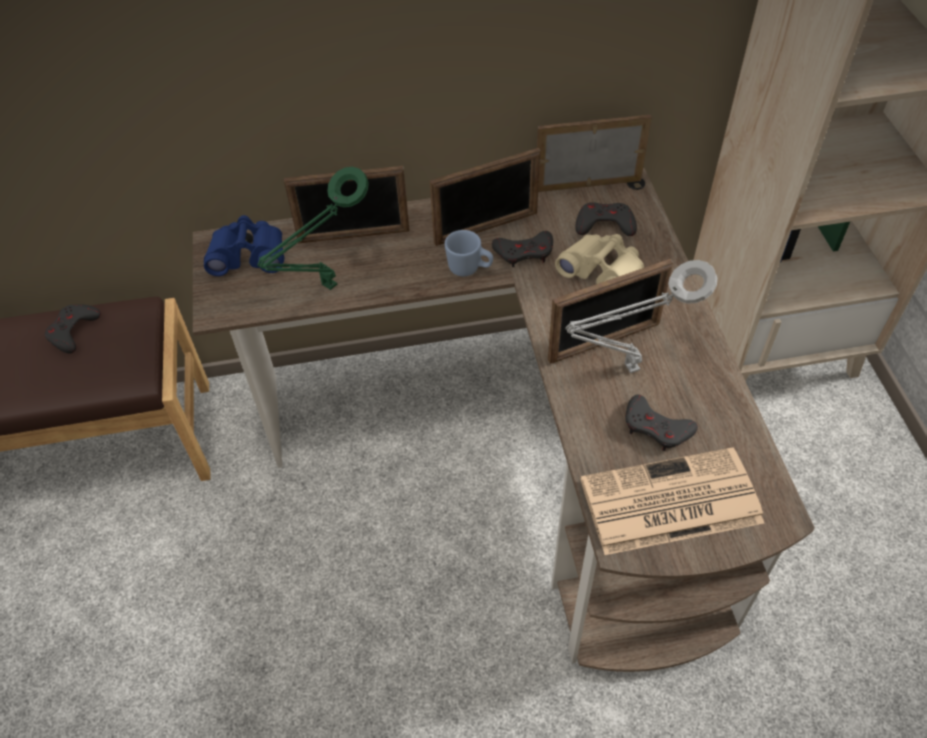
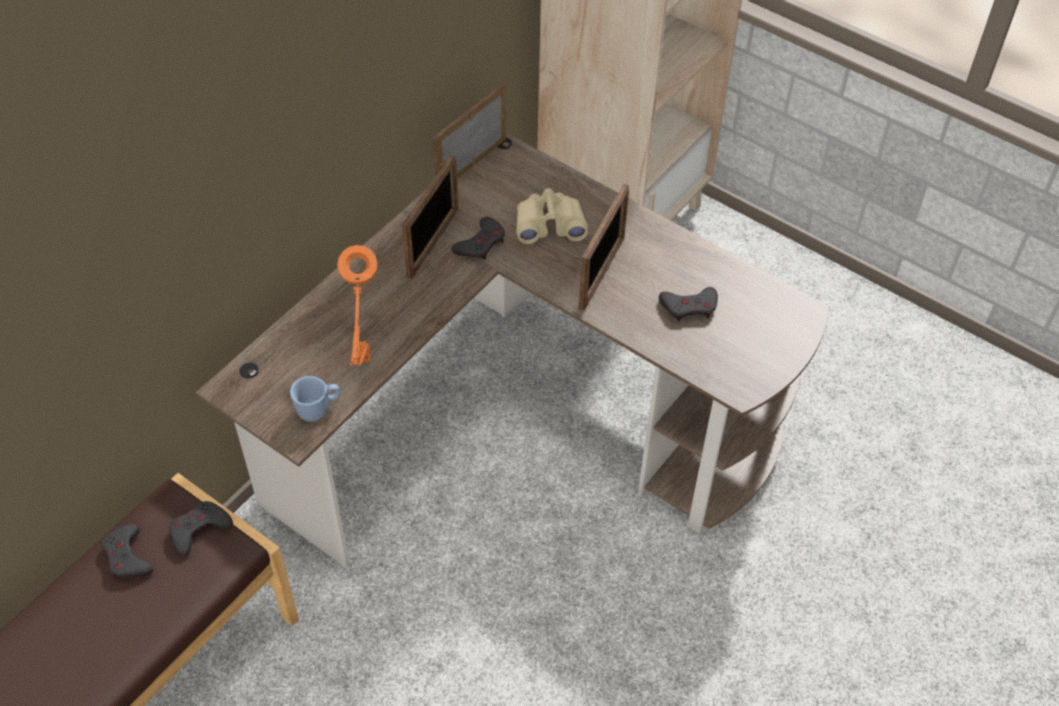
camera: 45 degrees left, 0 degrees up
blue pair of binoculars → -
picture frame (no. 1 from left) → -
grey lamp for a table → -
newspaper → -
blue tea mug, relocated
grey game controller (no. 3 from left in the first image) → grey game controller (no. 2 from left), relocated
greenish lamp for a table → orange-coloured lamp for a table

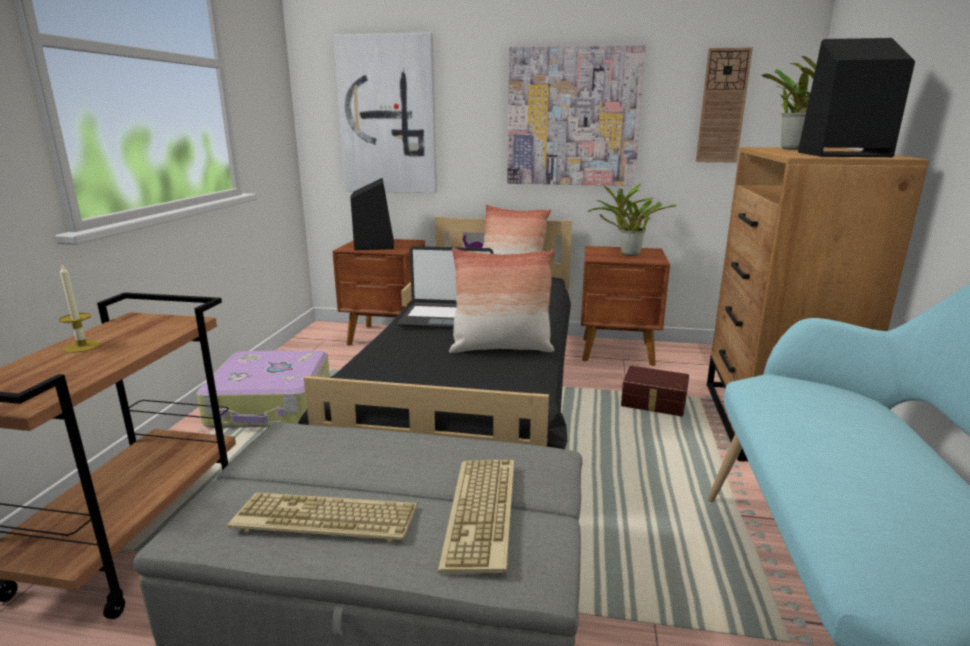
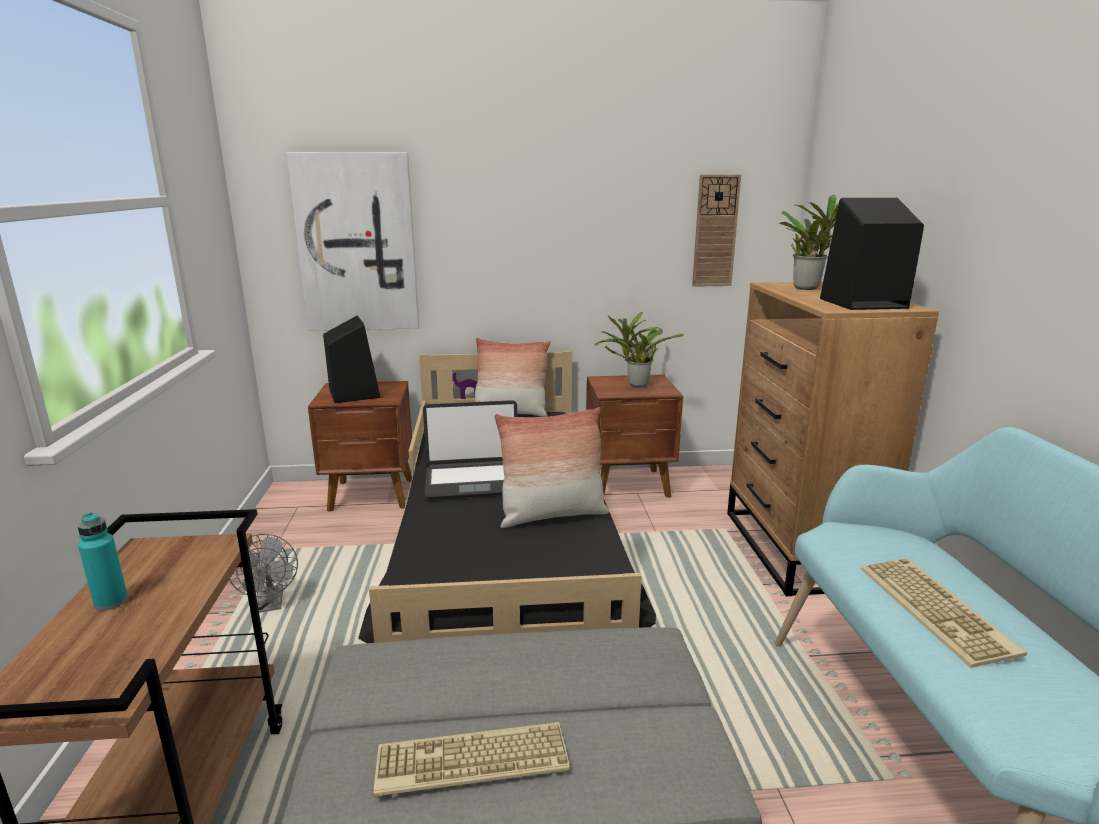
camera: 15 degrees left, 0 degrees up
wall art (no. 2 from left) → -
brownish storage container → -
PC keyboard (no. 2 from left), relocated
wax candle → blue-green beverage bottle
piece of luggage → grey fan

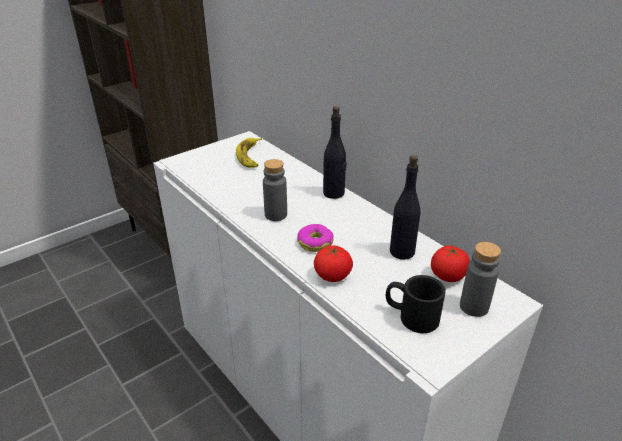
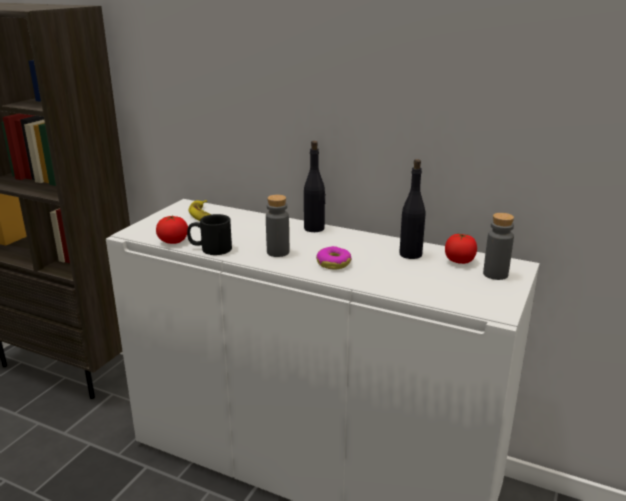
camera: 25 degrees left, 10 degrees down
tomato (no. 1 from left), relocated
black-coloured tea mug, relocated

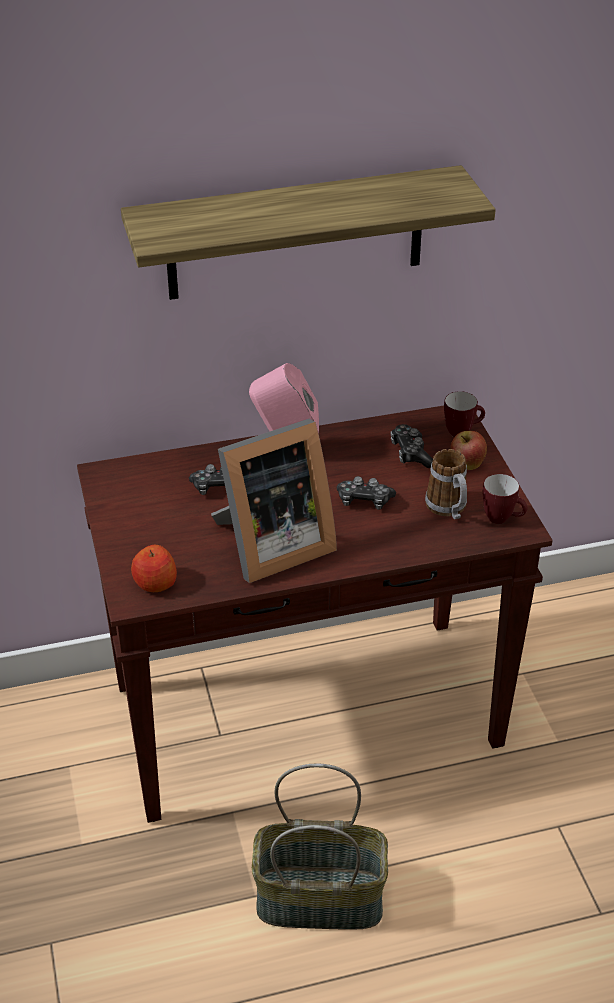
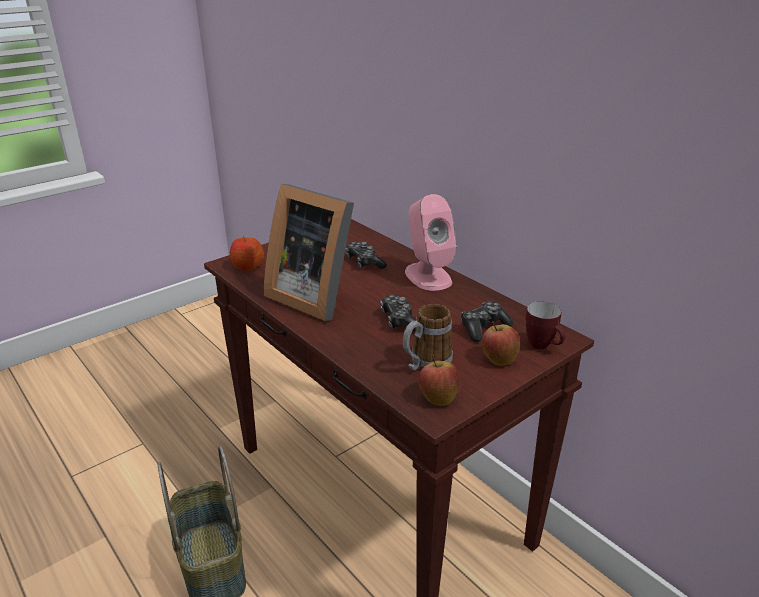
camera: 65 degrees right, 10 degrees down
wall shelf → -
tea mug (no. 3 from left) → apple fruit (no. 2 from left)

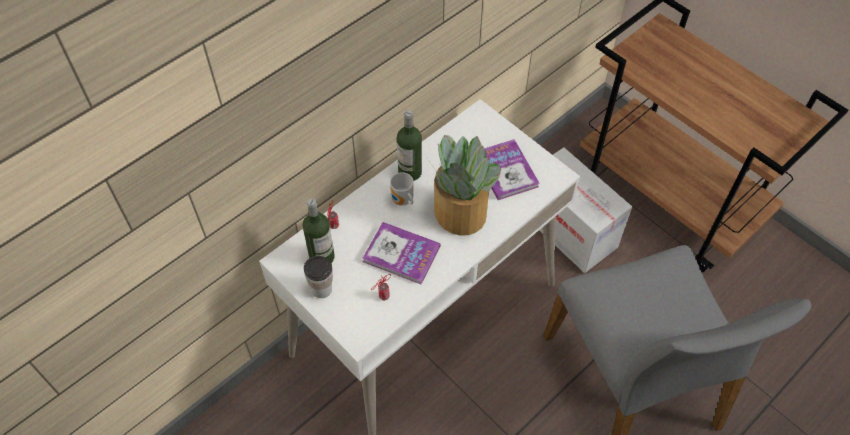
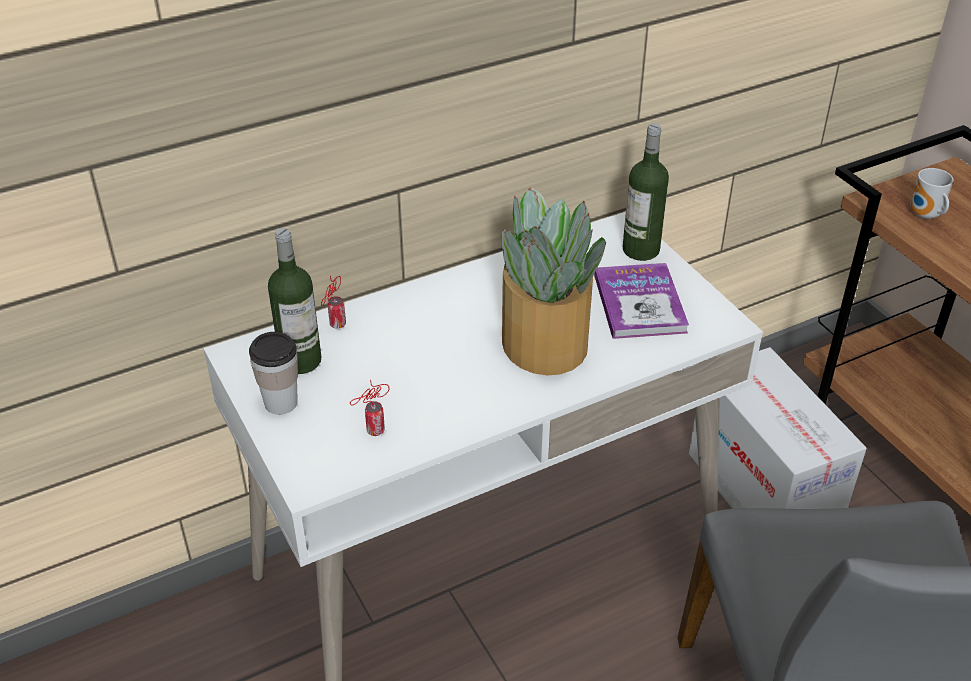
camera: 15 degrees right, 15 degrees down
book (no. 1 from left) → -
tea mug, relocated
beverage bottle (no. 2 from left), relocated

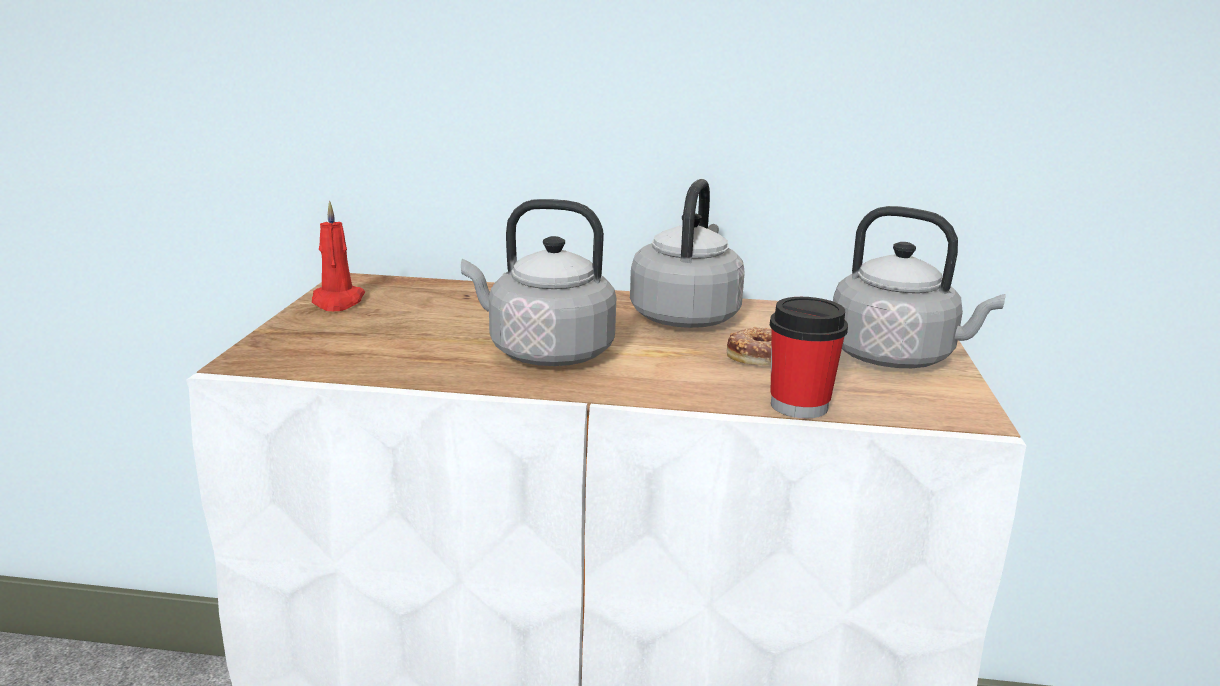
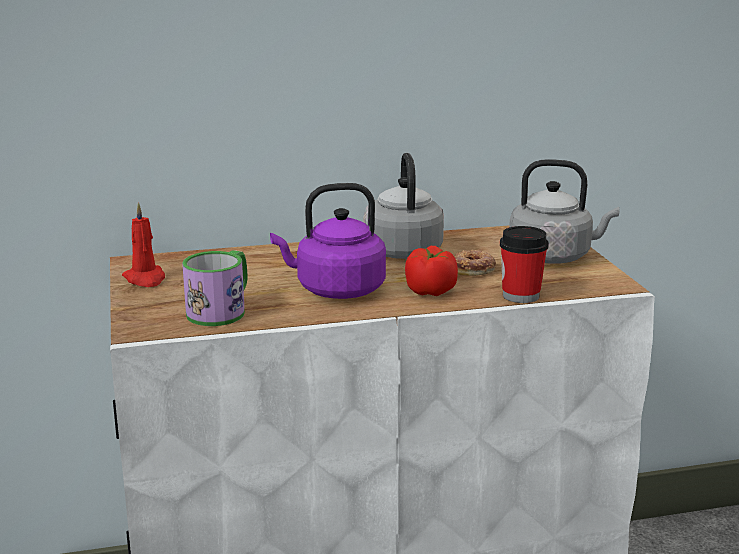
camera: 20 degrees left, 0 degrees up
- → tea mug
- → tomato
grey water kettle (no. 1 from left) → purple-coloured water kettle

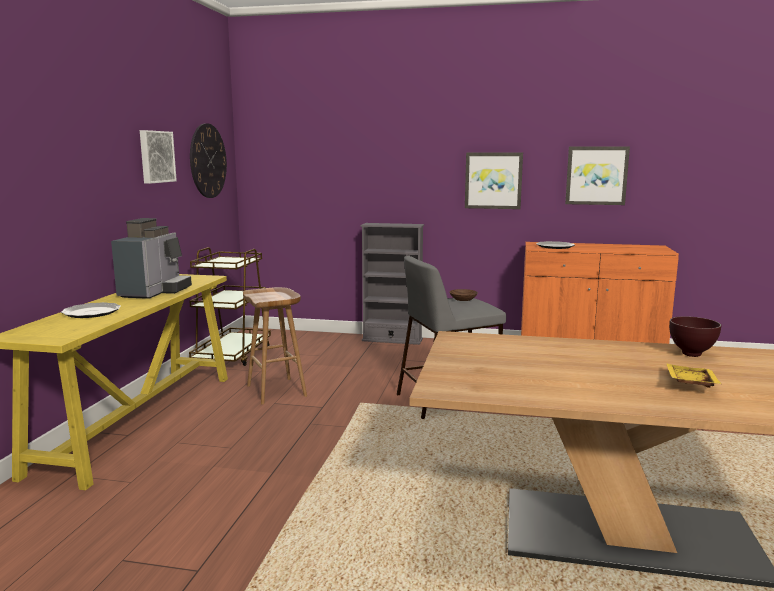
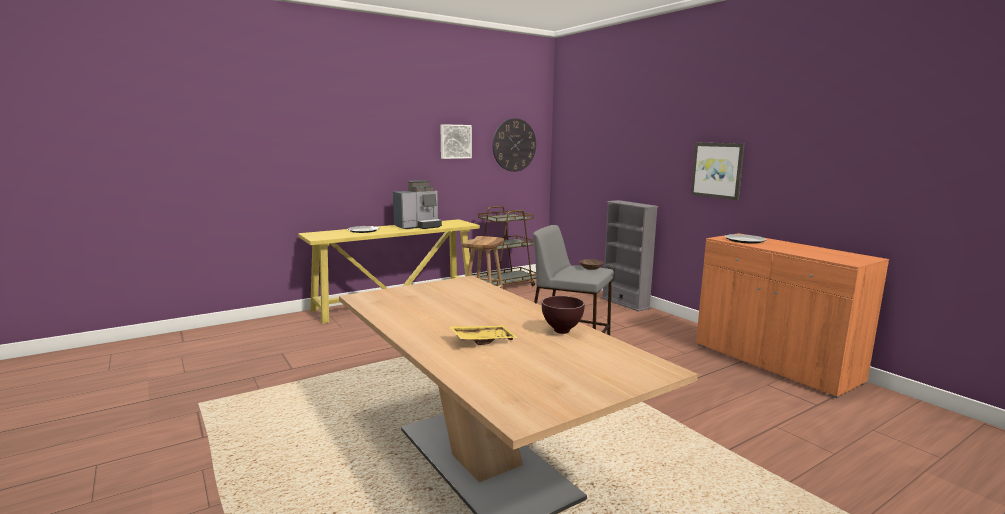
camera: 45 degrees right, 0 degrees up
wall art (no. 3 from left) → -

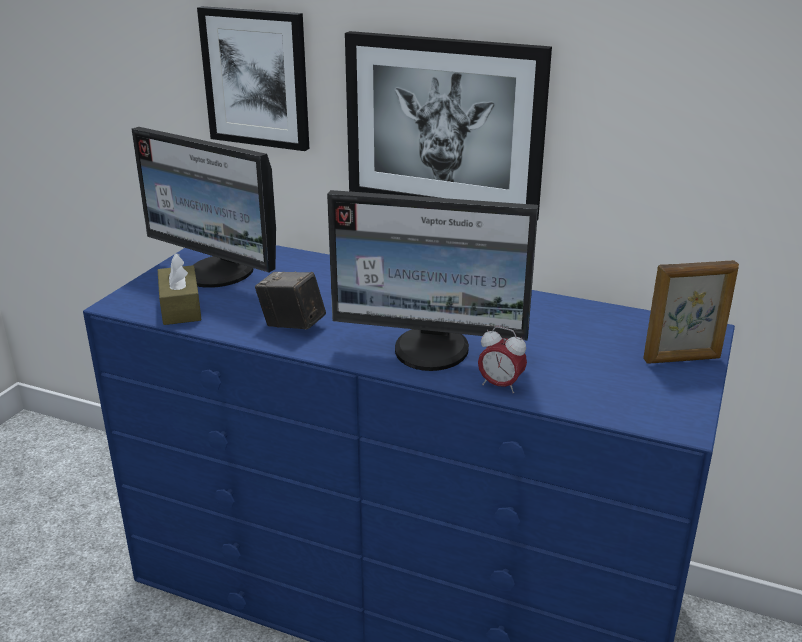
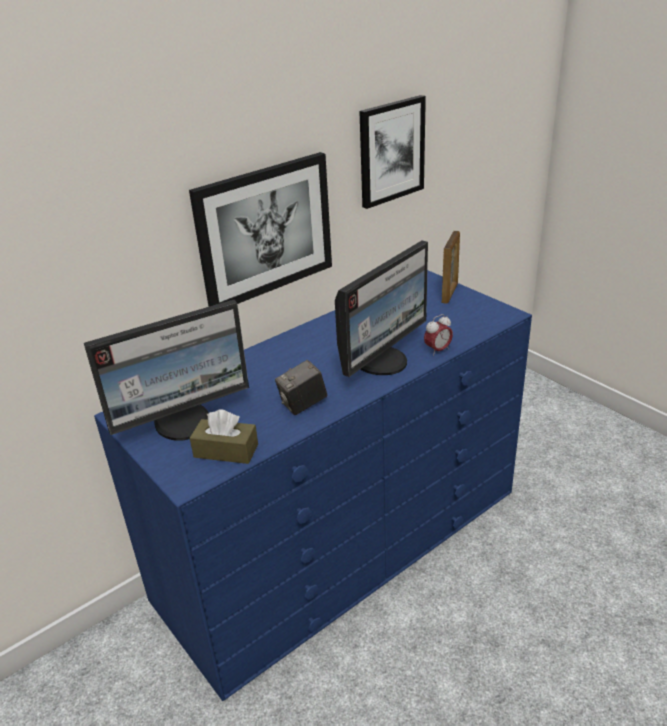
camera: 60 degrees left, 5 degrees up
wall art (no. 1 from left in the first image) → wall art (no. 2 from left), relocated

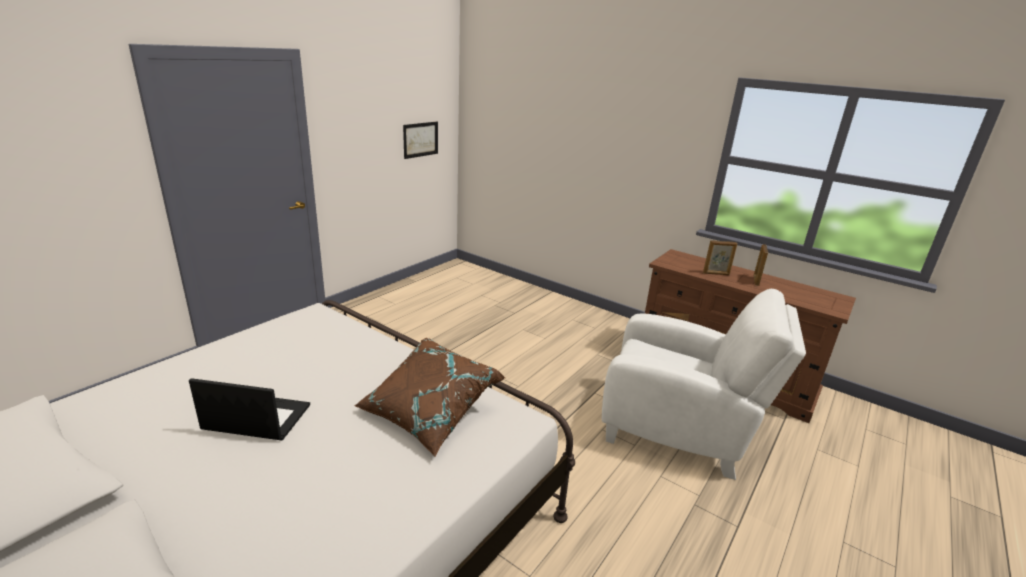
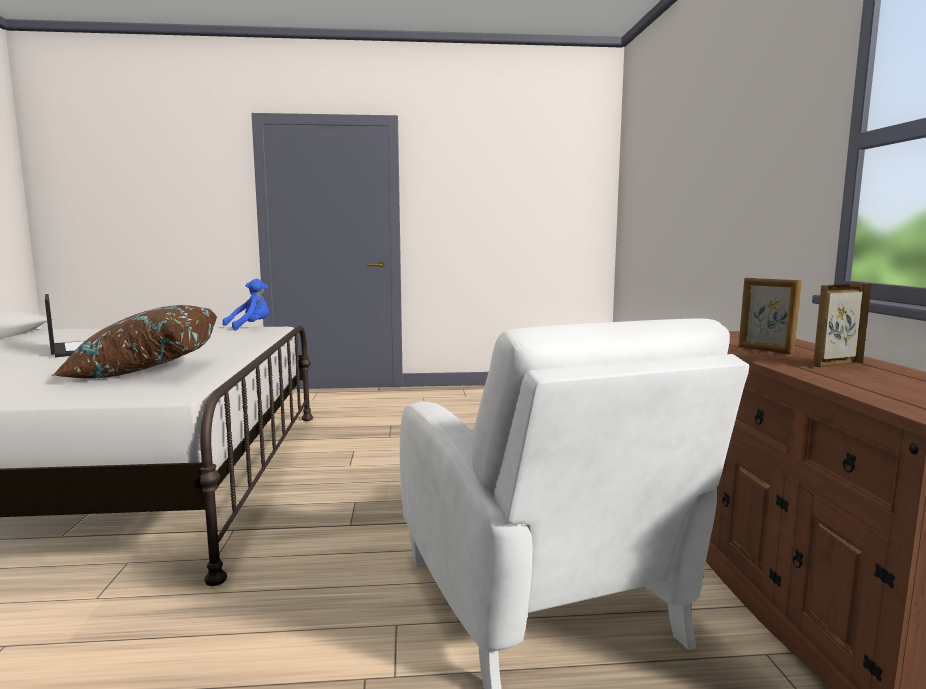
camera: 50 degrees right, 15 degrees down
wall art → -
- → blue plush toy

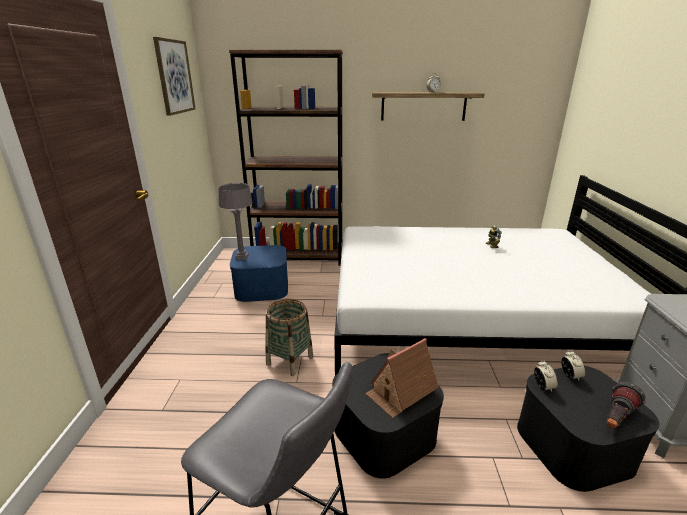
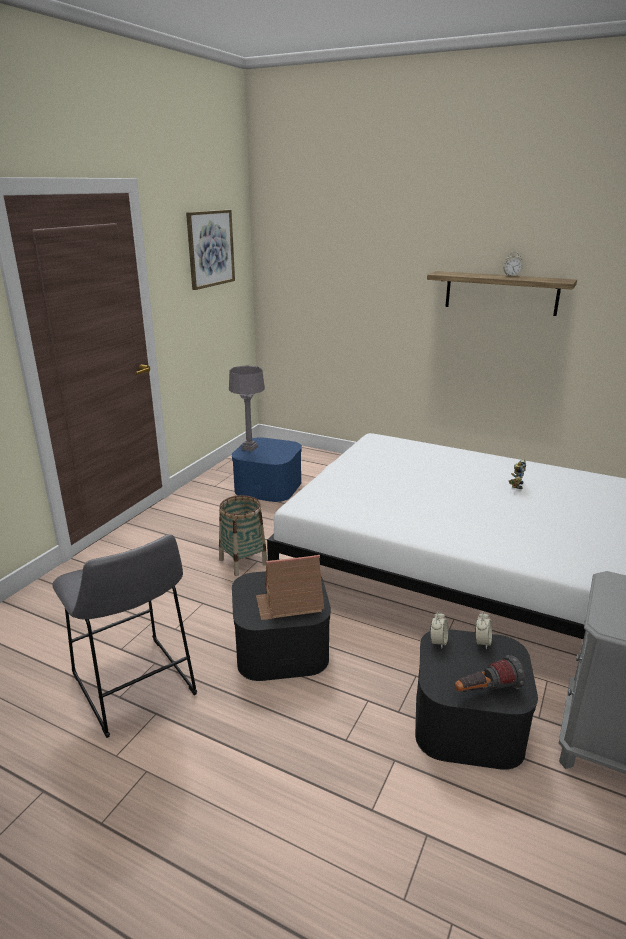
camera: 25 degrees right, 0 degrees up
brownish bookcase → -

